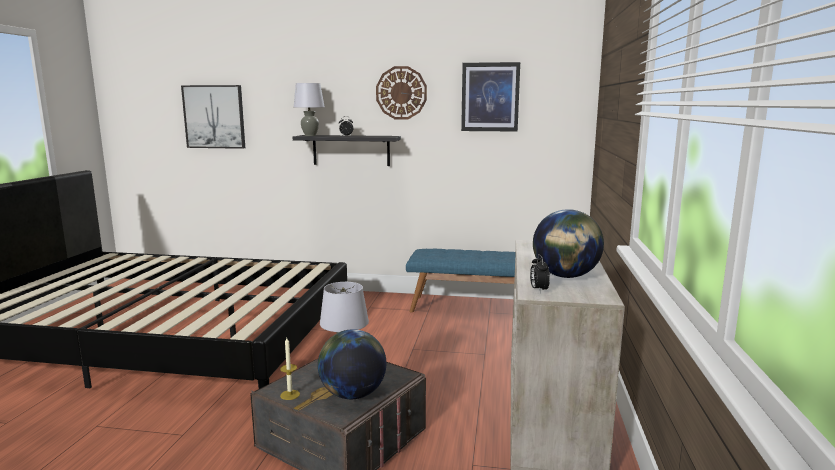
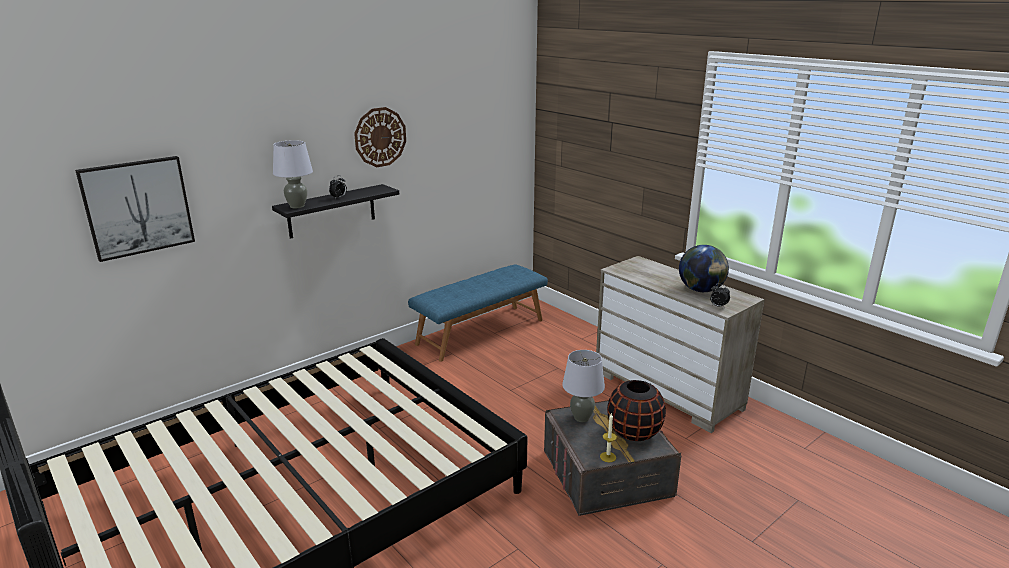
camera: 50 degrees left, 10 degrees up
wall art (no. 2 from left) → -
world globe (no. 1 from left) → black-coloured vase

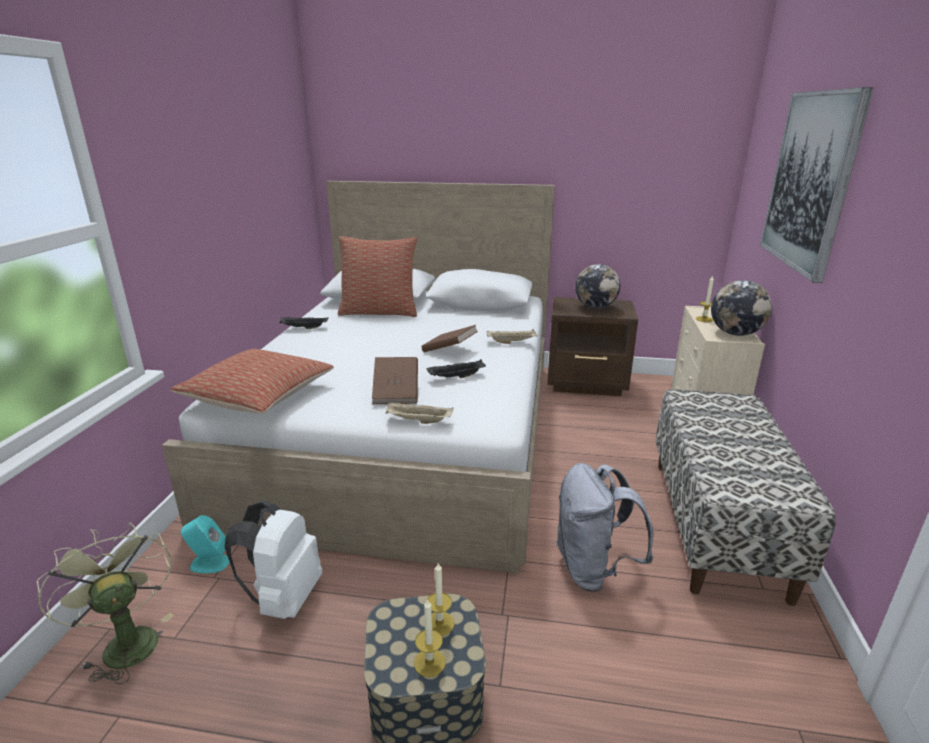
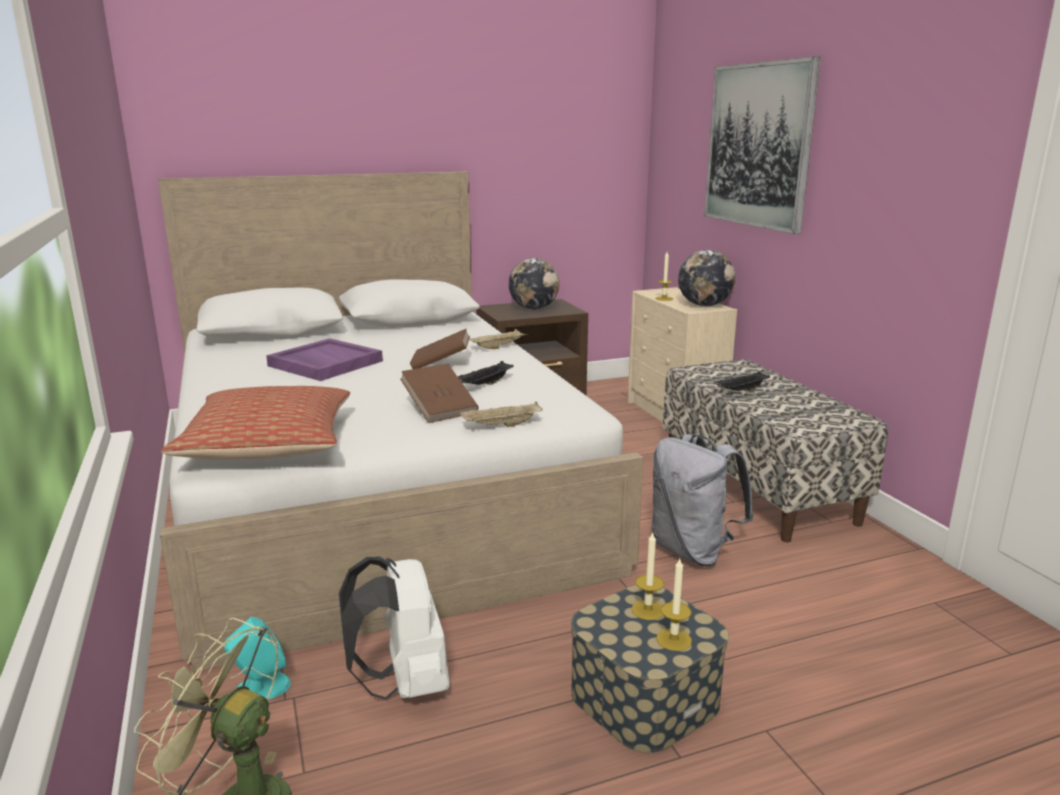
camera: 30 degrees left, 5 degrees down
throw pillow (no. 2 from left) → -
- → purple-coloured carrying tray
black-coloured carrying tray (no. 1 from left in the first image) → black-coloured carrying tray (no. 2 from left), relocated

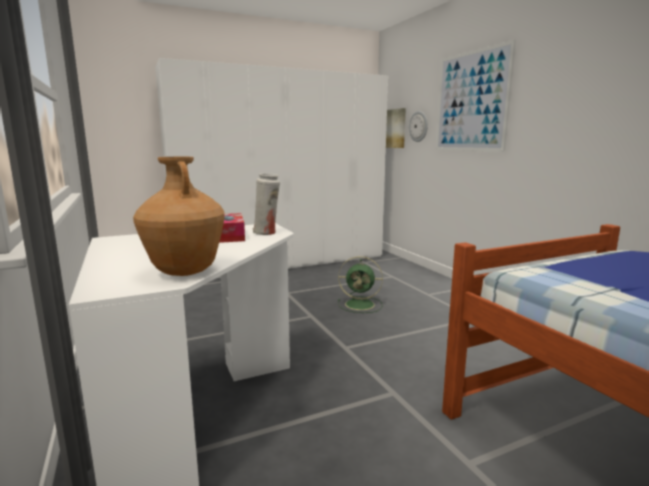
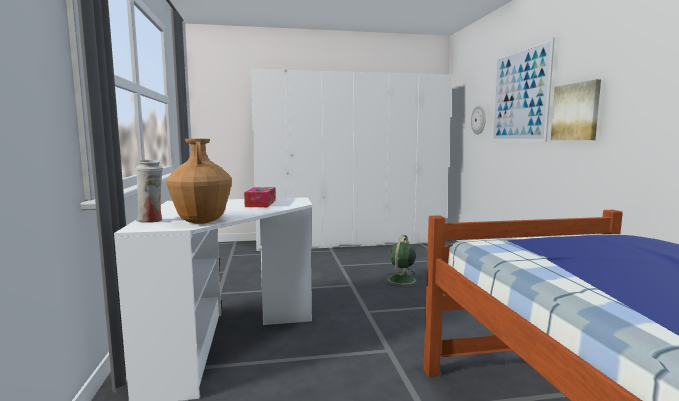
camera: 15 degrees right, 5 degrees down
whitish vase, relocated
wall art (no. 1 from left in the first image) → wall art (no. 2 from left), relocated
greenish fan, 90 degrees clockwise

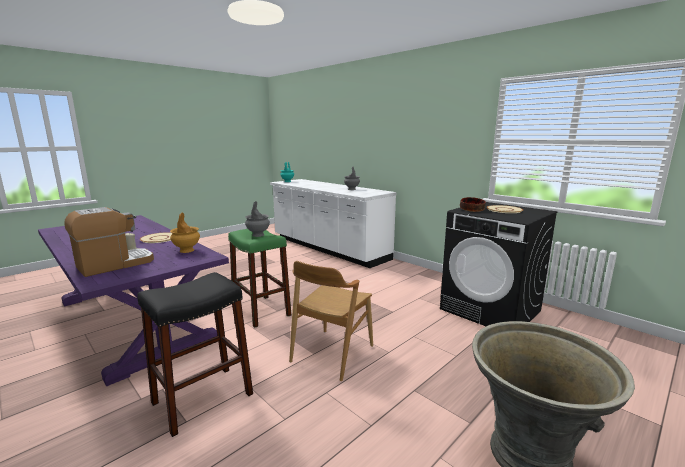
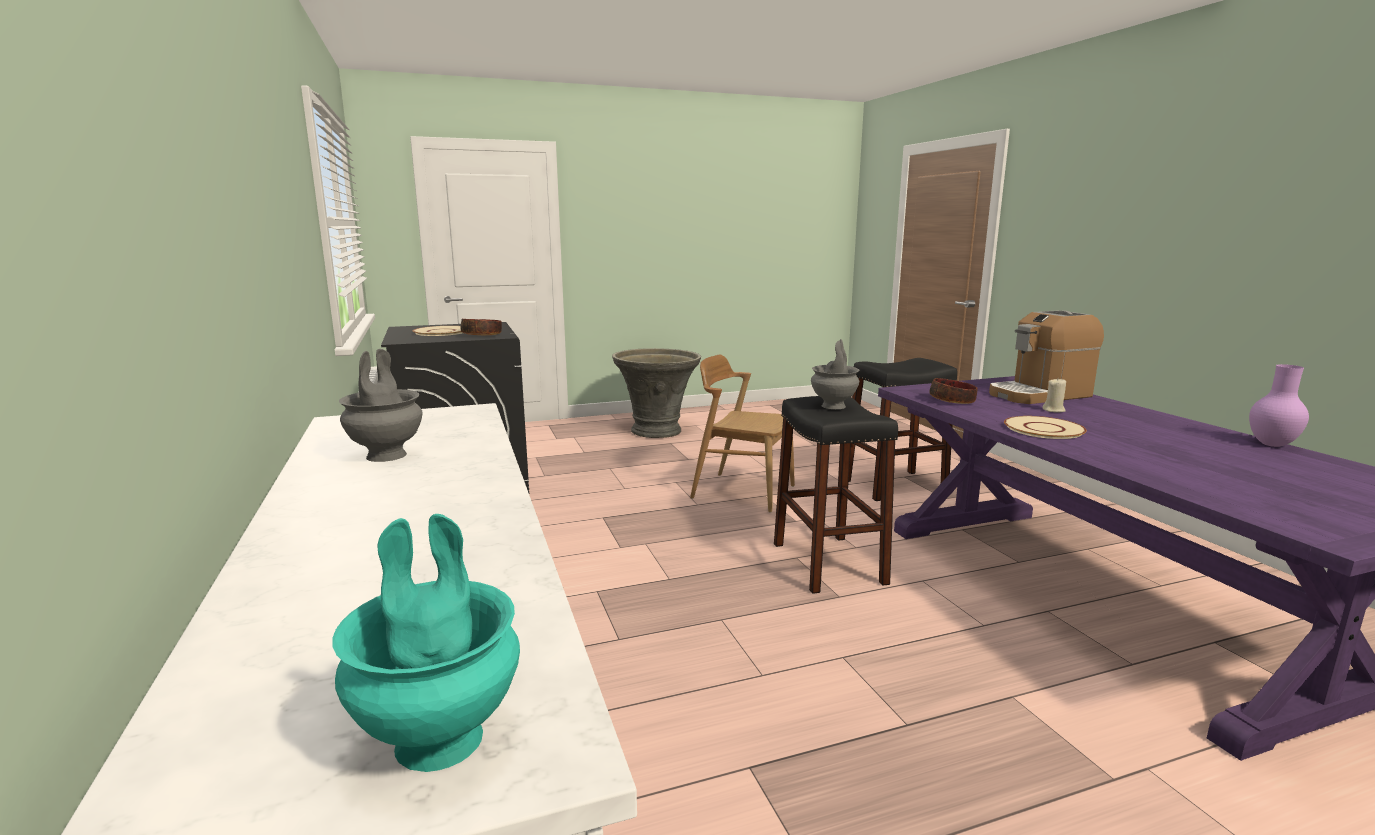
camera: 155 degrees left, 0 degrees up
- → purple-coloured vase
brownish vase → deep dish (no. 2 from left)
greenish stool seat → black-coloured stool seat (no. 1 from left)
brownish chair, 120 degrees counterclockwise

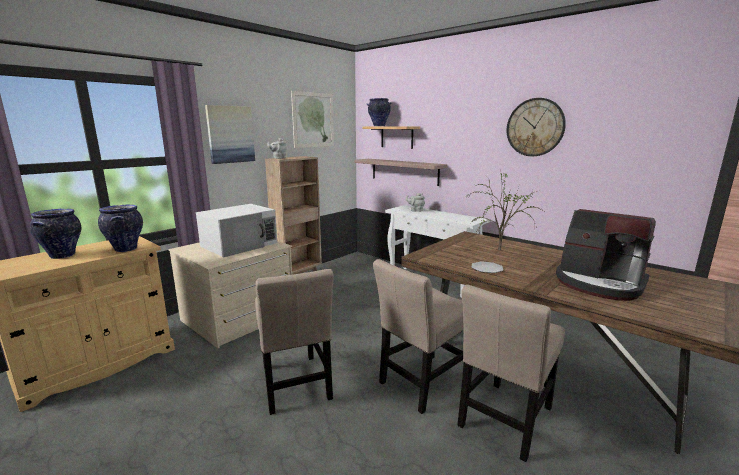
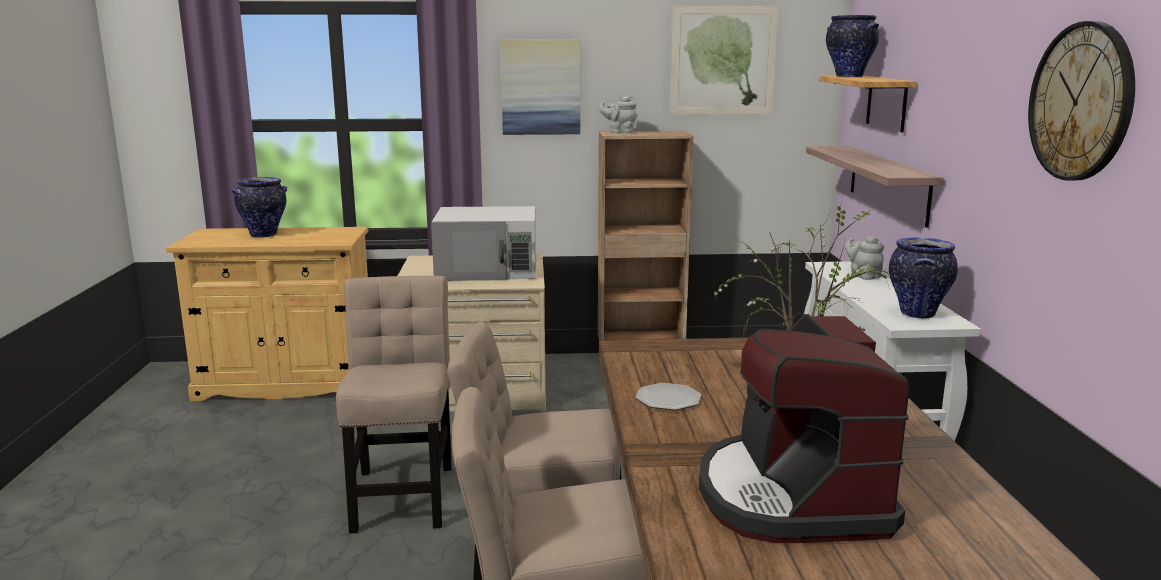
camera: 45 degrees right, 0 degrees up
vase (no. 2 from left in the first image) → vase (no. 3 from left), relocated
sand-coloured chair (no. 1 from left), 150 degrees clockwise

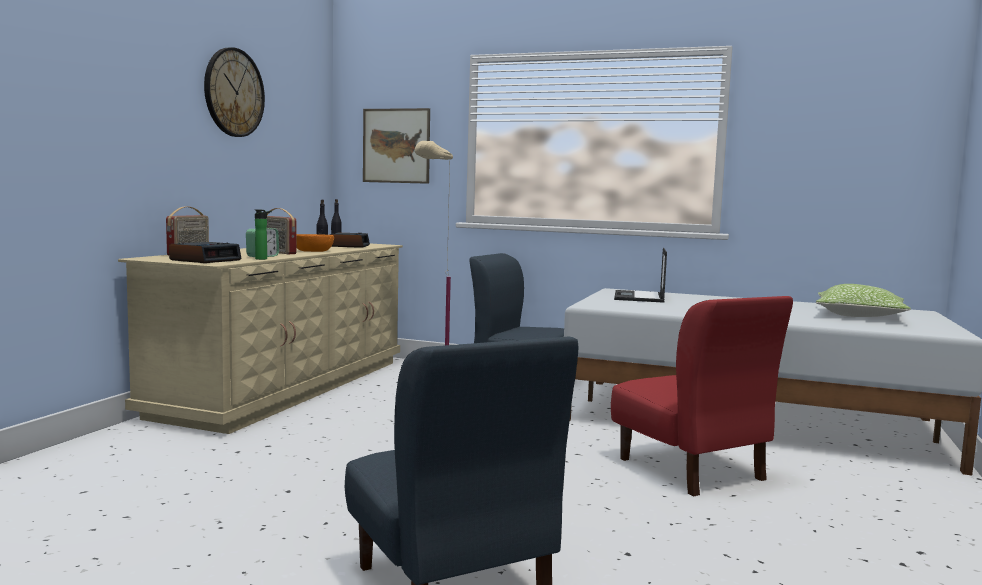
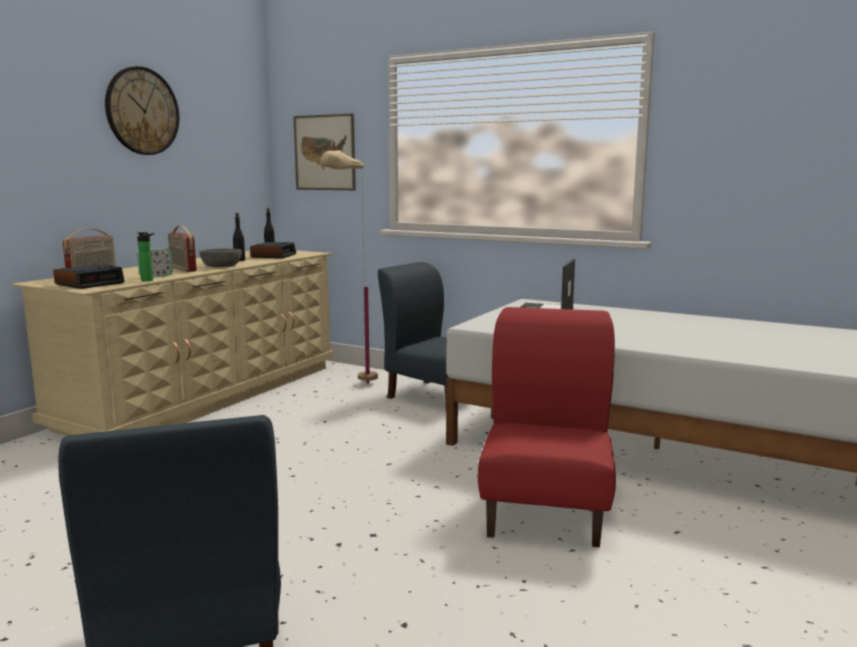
camera: 10 degrees right, 5 degrees up
throw pillow → -
orange-coloured deep dish → grey deep dish
red-coloured chair, 150 degrees counterclockwise

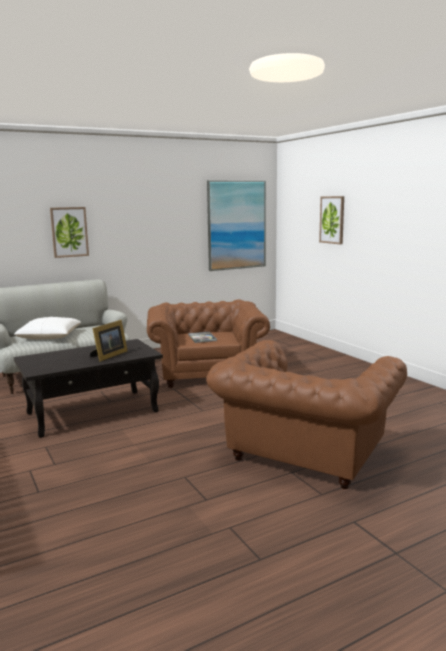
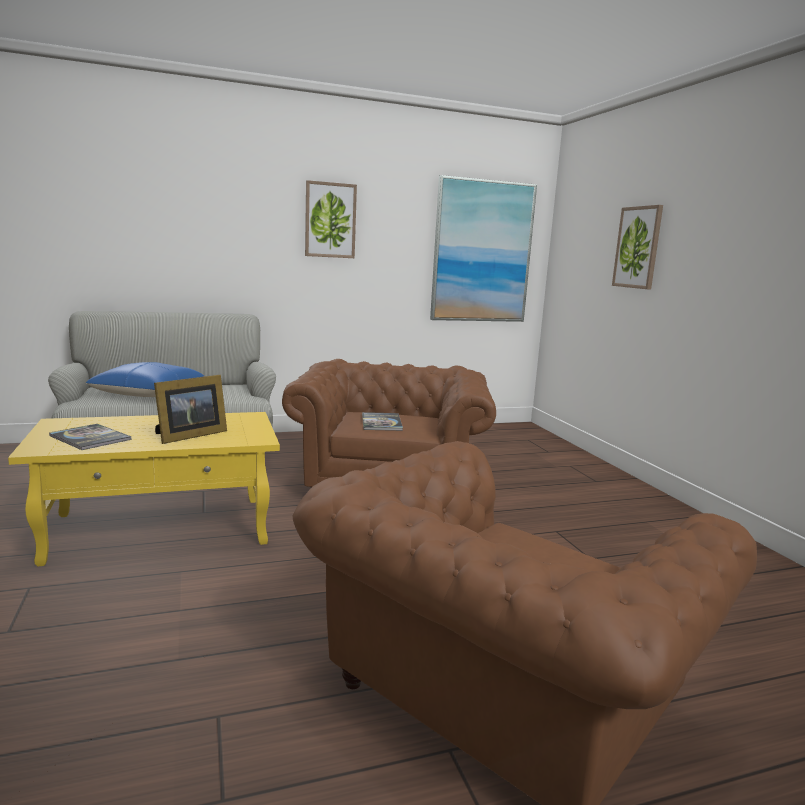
camera: 10 degrees right, 0 degrees up
- → book (no. 1 from left)
wall art (no. 1 from left), relocated
whitish throw pillow → blue throw pillow
black-coloured low table → yellow-coloured low table

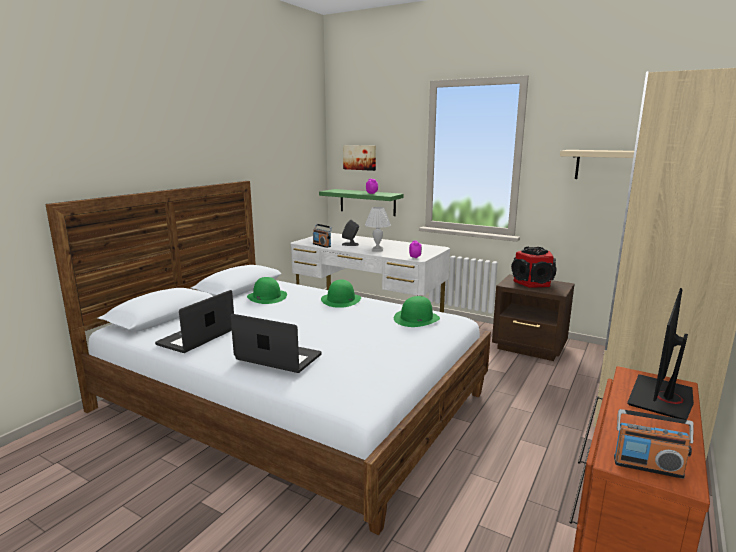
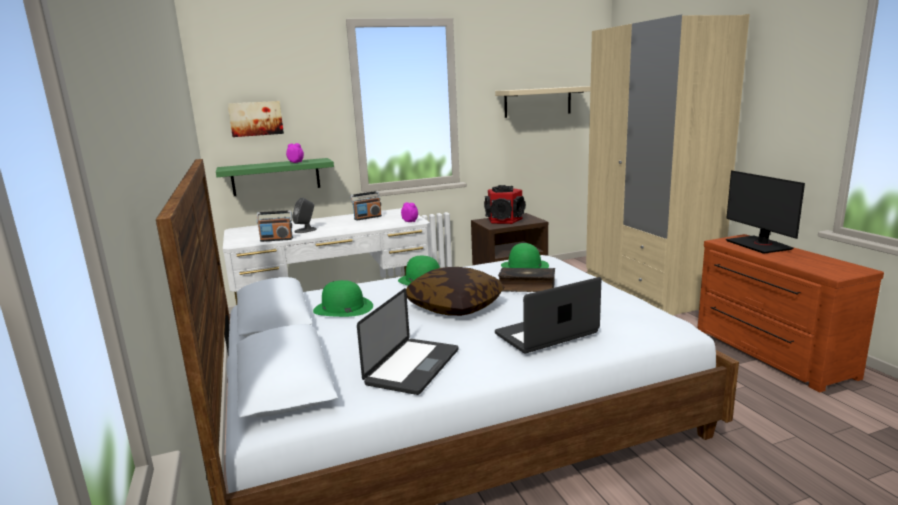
camera: 50 degrees left, 0 degrees up
whitish lamp for a table → -
- → throw pillow
- → book
radio (no. 2 from left), relocated
notebook computer (no. 1 from left), 135 degrees counterclockwise

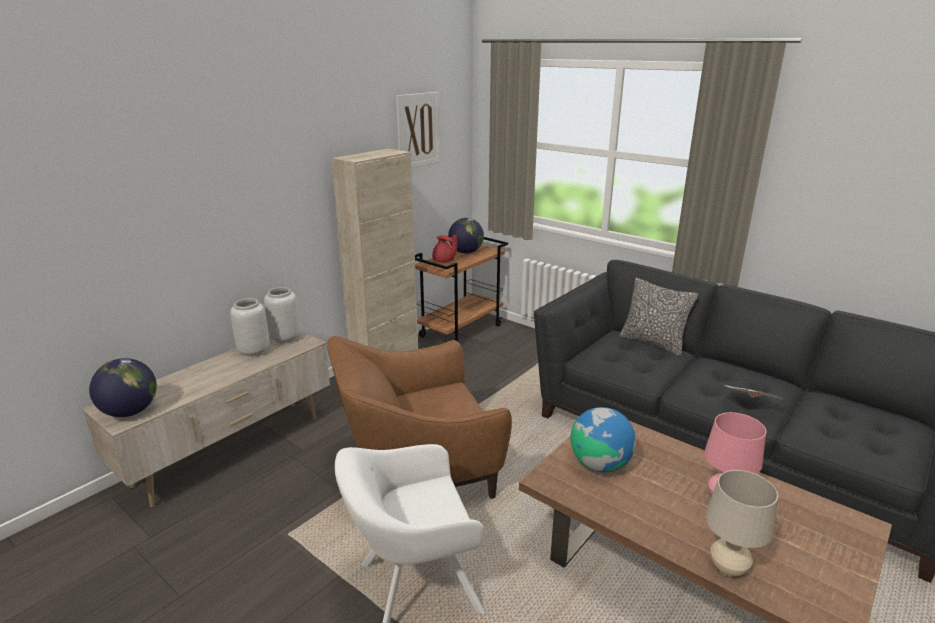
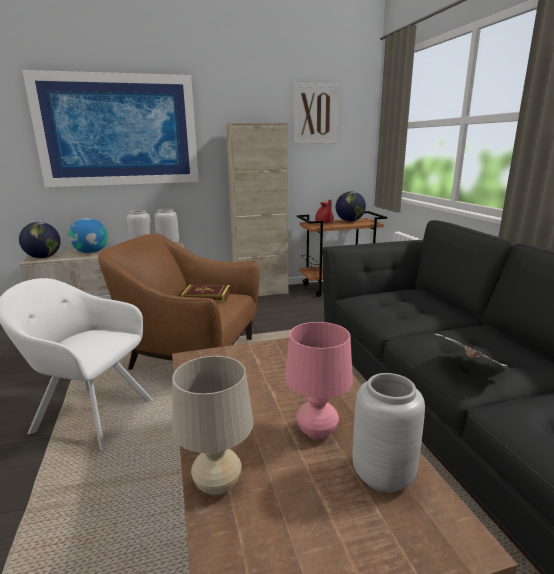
camera: 35 degrees right, 5 degrees down
throw pillow → -
- → wall art (no. 1 from left)
- → book
- → grey vase (no. 3 from left)
world globe (no. 3 from left in the first image) → world globe (no. 2 from left), relocated

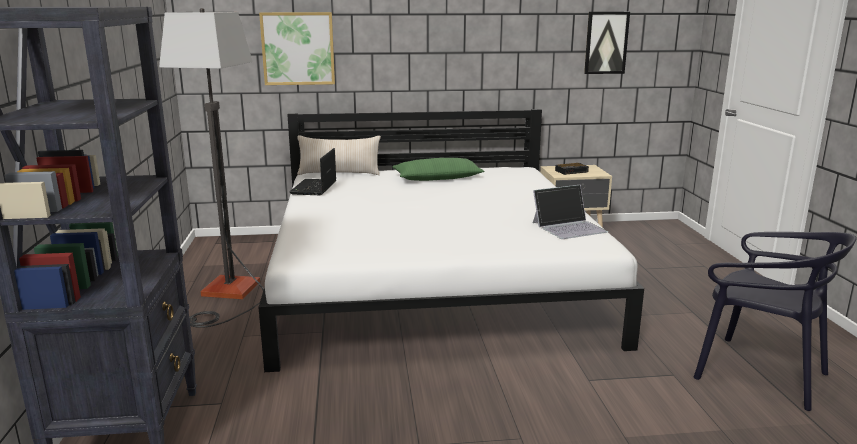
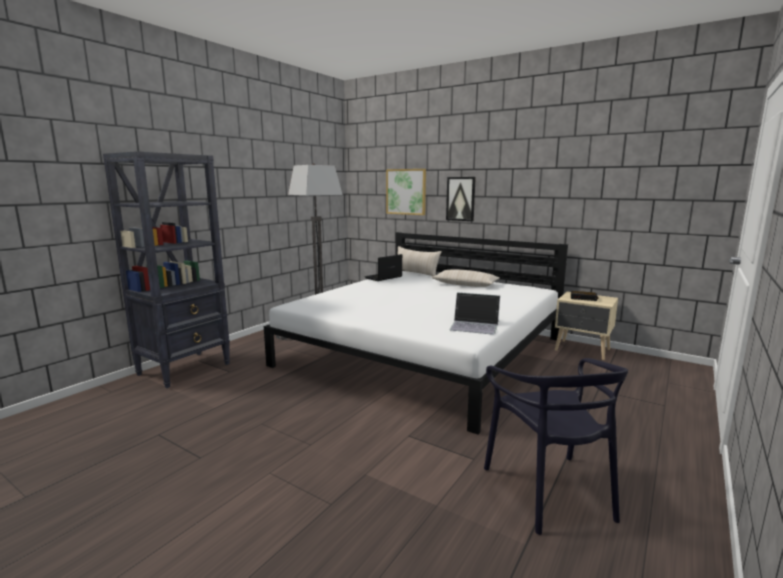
camera: 40 degrees right, 5 degrees down
wall art (no. 2 from left), relocated
greenish throw pillow → sand-coloured throw pillow (no. 2 from left)

